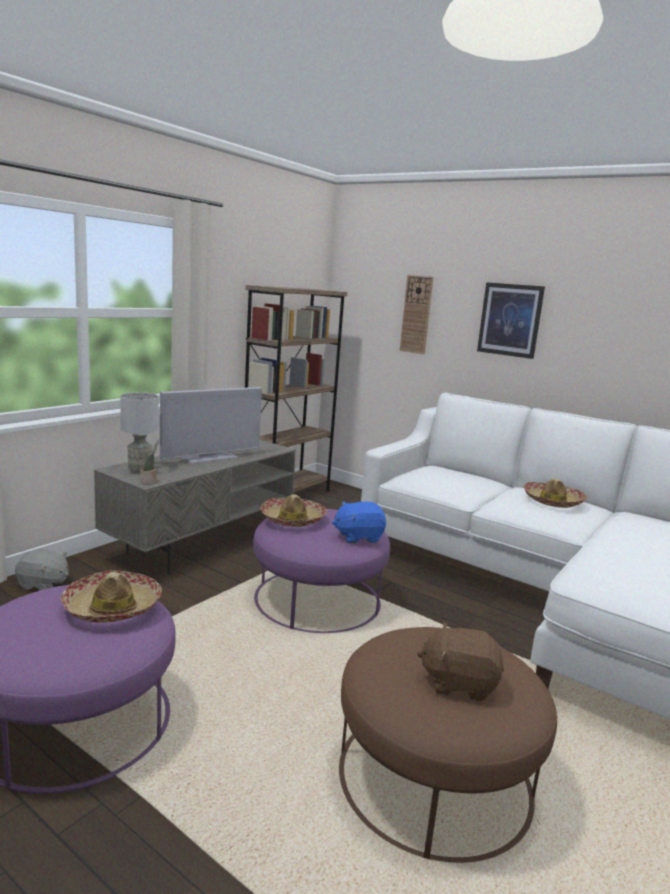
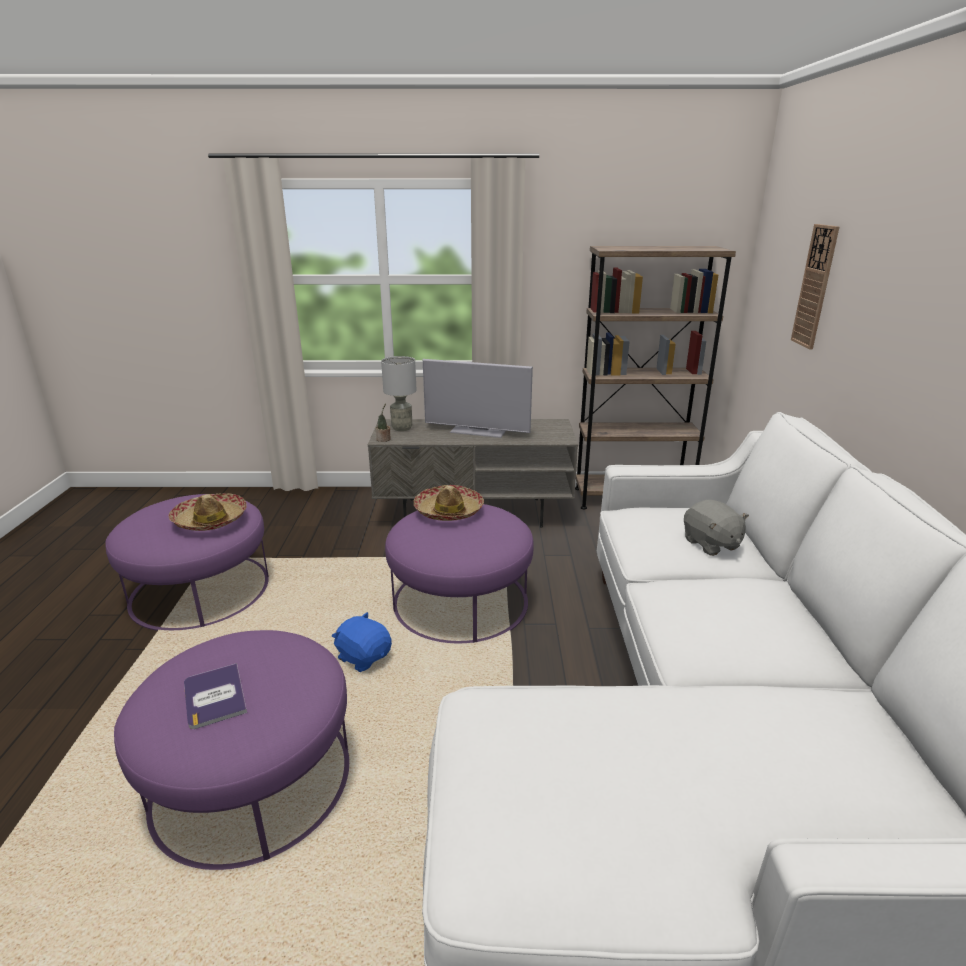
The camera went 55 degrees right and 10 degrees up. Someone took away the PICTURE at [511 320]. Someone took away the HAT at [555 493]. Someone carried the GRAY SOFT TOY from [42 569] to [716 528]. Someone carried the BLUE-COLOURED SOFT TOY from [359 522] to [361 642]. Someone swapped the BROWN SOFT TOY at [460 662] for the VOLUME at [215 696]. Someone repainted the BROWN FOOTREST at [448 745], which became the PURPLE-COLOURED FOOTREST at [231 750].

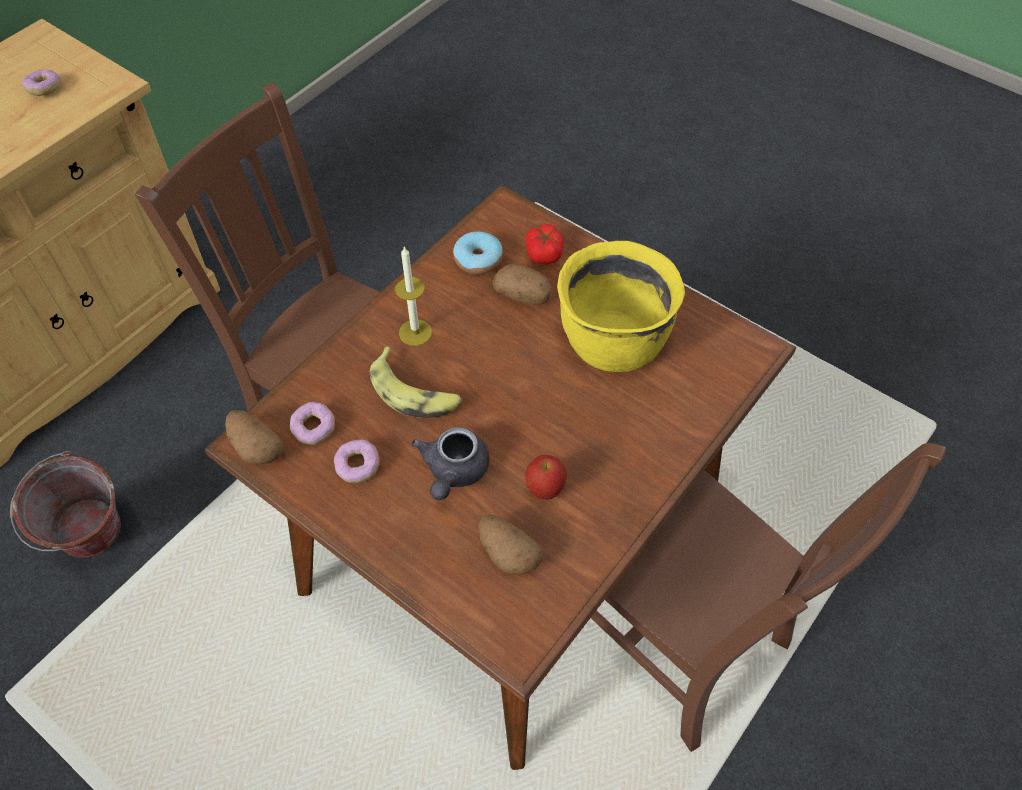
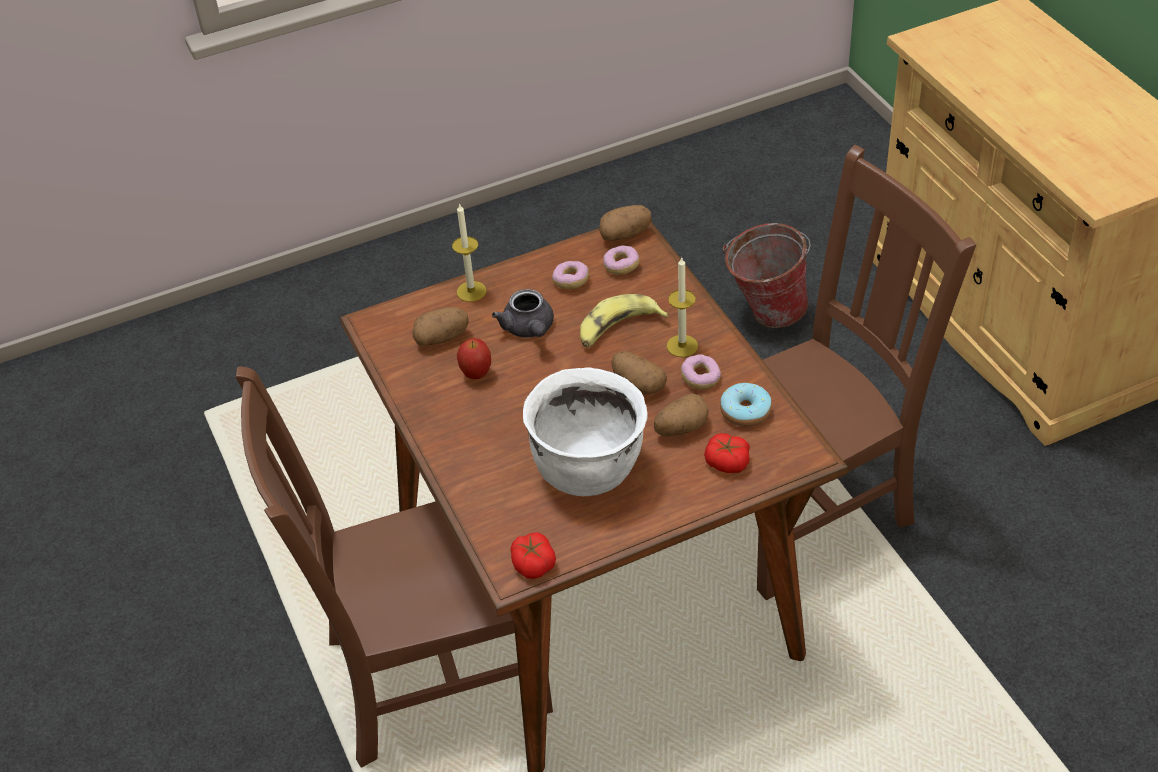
The camera went 120 degrees right and 10 degrees down. Someone put down the WAX LIGHT at [469 252]. Someone put down the TOMATO at [533 555]. Someone put down the SPUD at [639 373]. Someone carried the DOUGHNUT from [41 83] to [701 371]. Someone repainted the YELLOW-COLOURED STOCKPOT at [621 306], which became the WHITE STOCKPOT at [585 432]. Someone rotated the GRAY TEA POT at [450 463] by 150 degrees counterclockwise.

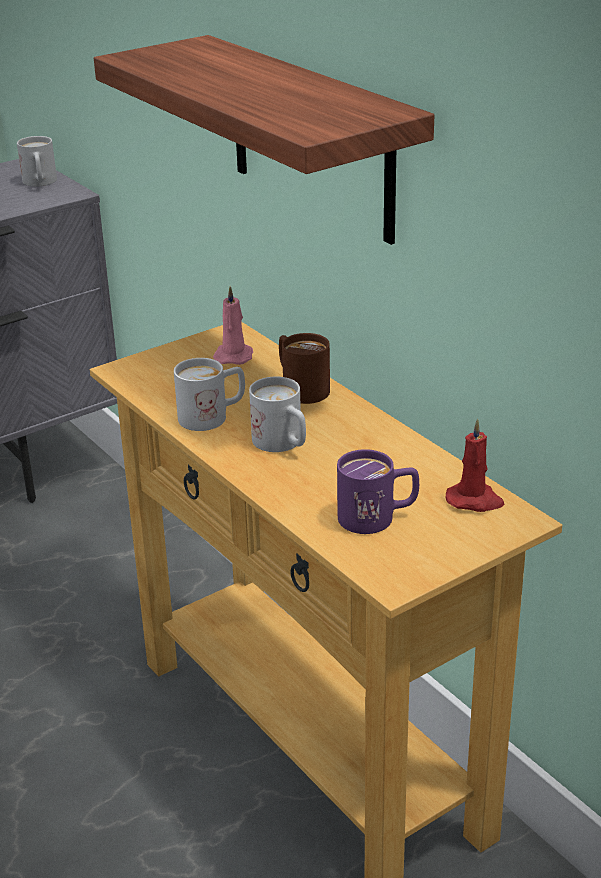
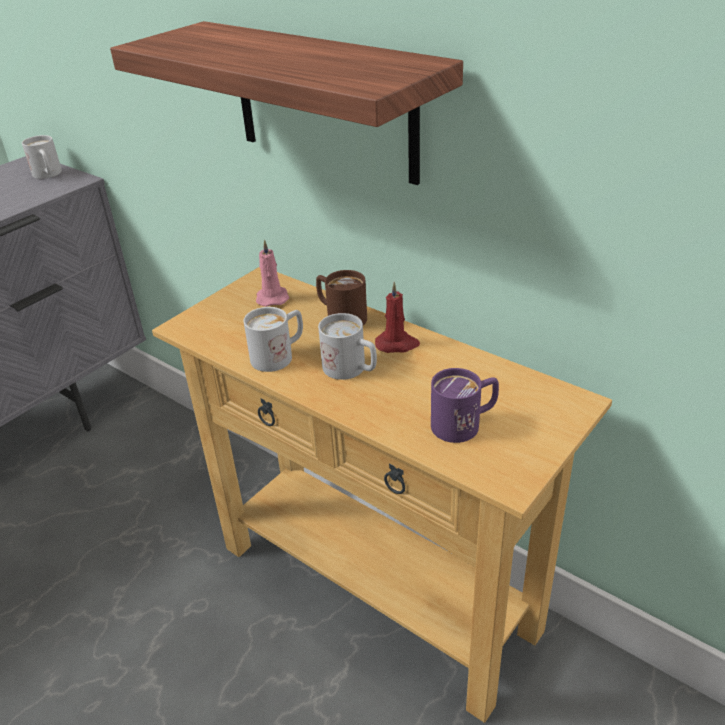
The camera went 15 degrees left and 5 degrees up. Someone carried the RED WAX LIGHT from [475 465] to [397 317].

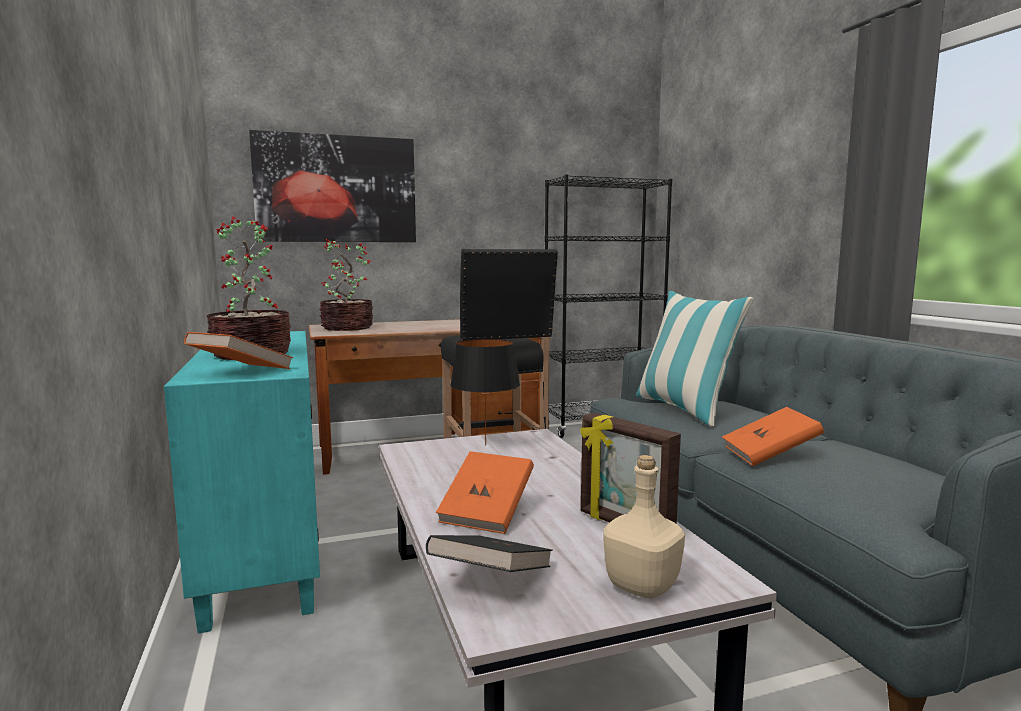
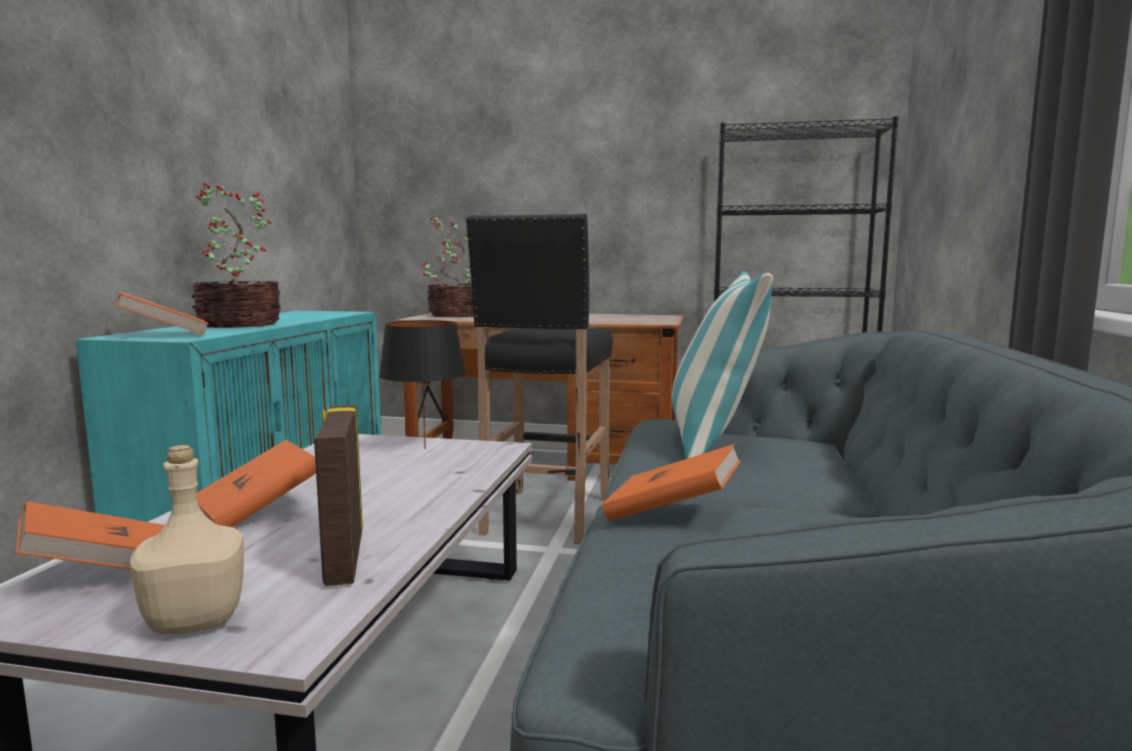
The camera went 30 degrees right and 0 degrees up. Someone took away the PICTURE at [332 186]. Someone repainted the BLACK VOLUME at [489 553], which became the ORANGE-COLOURED VOLUME at [90 535].

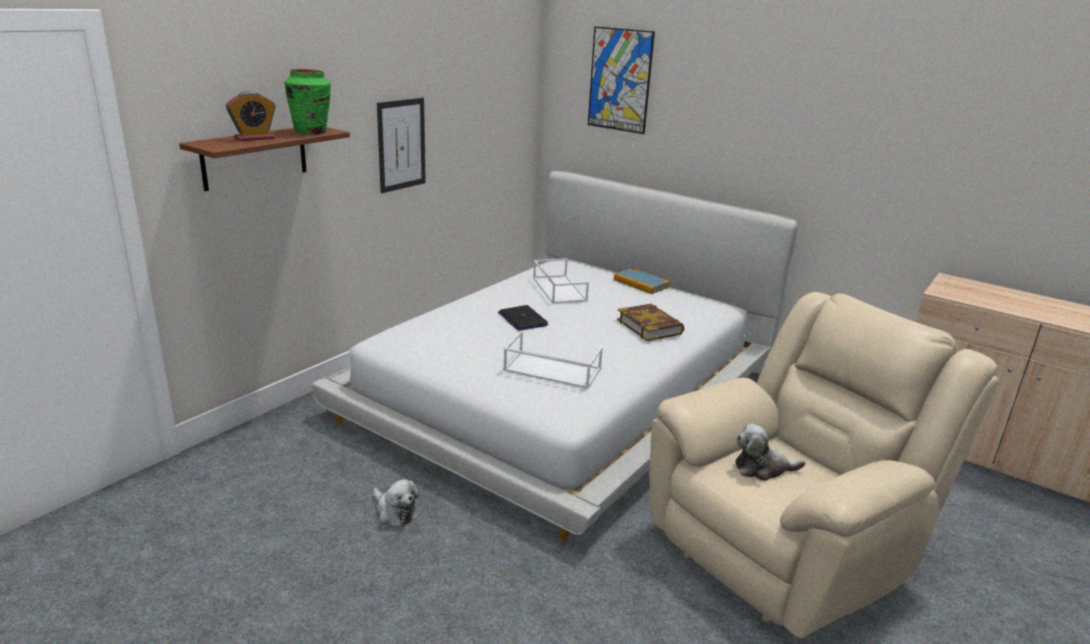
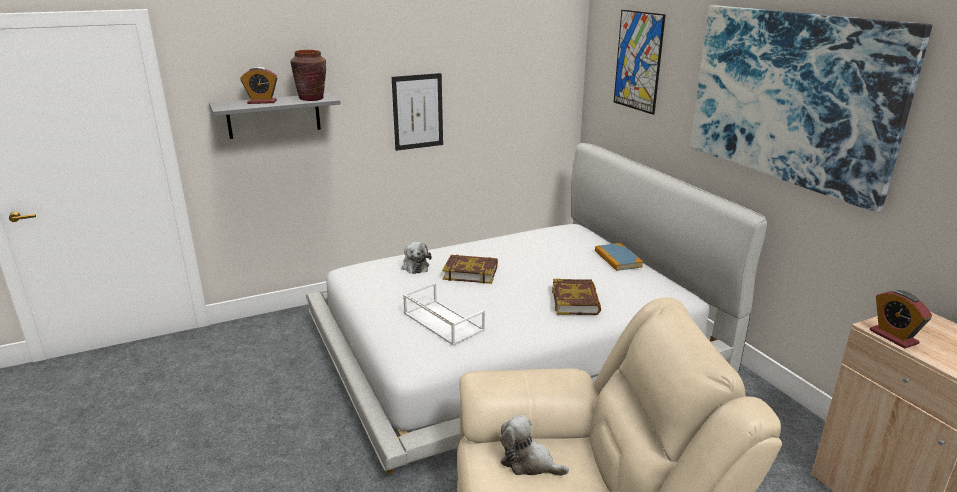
The camera went 30 degrees right and 0 degrees up. Someone took away the WHITE CARRYING TRAY at [561 281]. Someone put up the PICTURE at [811 109]. Someone put down the ALARM CLOCK at [901 319]. Someone carried the SOFT TOY from [396 502] to [417 258]. Someone swapped the NOTEBOOK COMPUTER at [523 318] for the VOLUME at [470 269]. Someone repainted the BROWN WALL SHELF at [264 159], which became the GRAY WALL SHELF at [275 116]. Someone repainted the GREENISH VASE at [307 101], which became the BROWN VASE at [308 75].

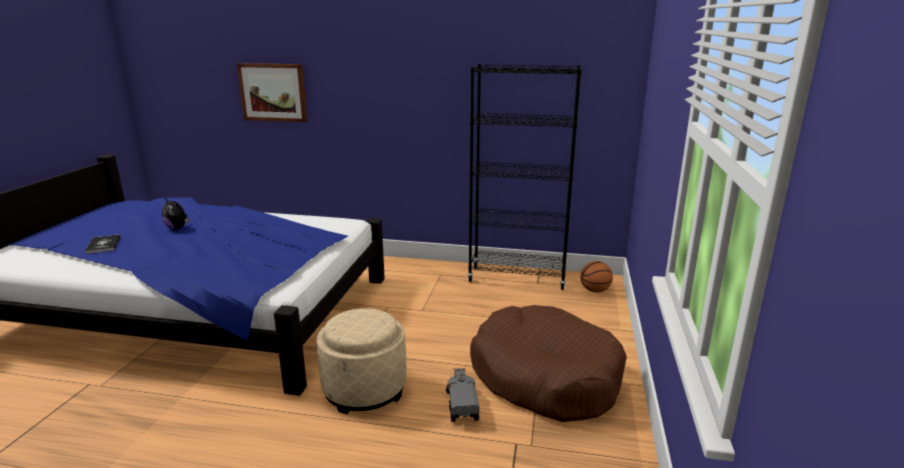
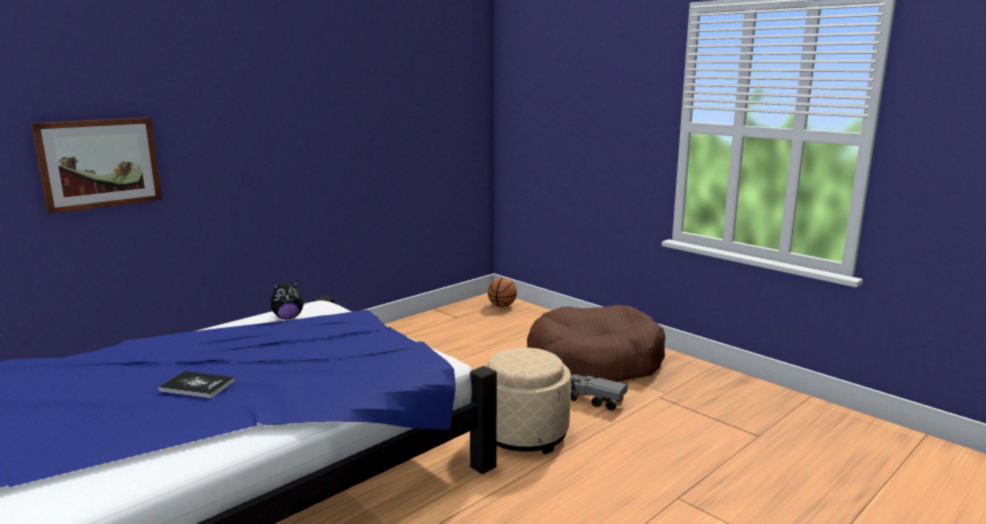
The camera went 55 degrees left and 5 degrees down. Someone took away the BLACK BOOKCASE at [524 177]. Someone carried the VOLUME from [103 244] to [196 384]. Someone carried the SOFT TOY from [176 213] to [288 299].

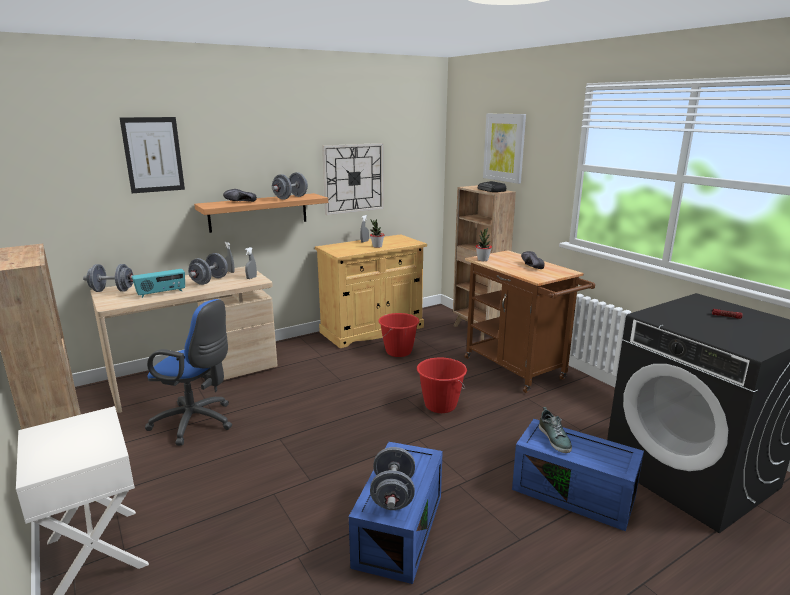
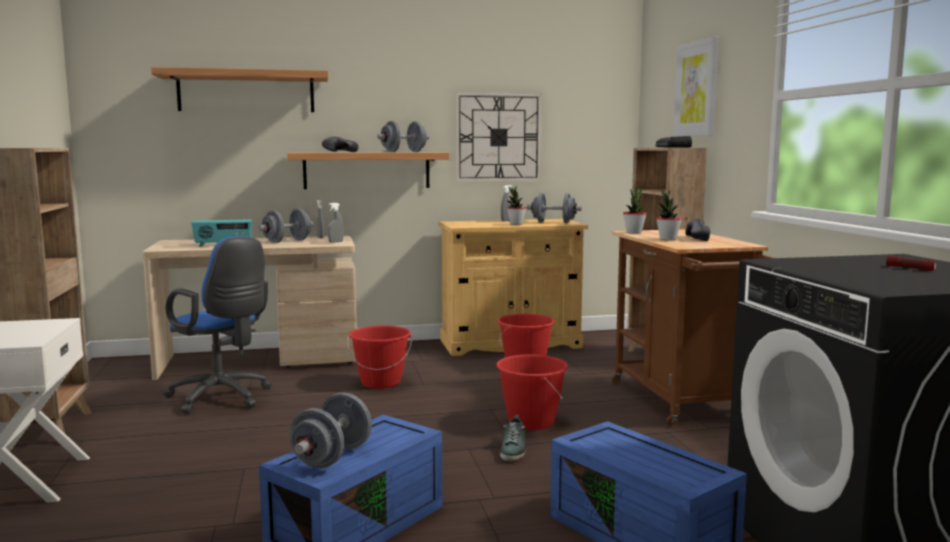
The camera went 20 degrees right and 10 degrees down. Someone put down the RED BUCKET at [379 357]. Someone put down the PLANT IN A POT at [669 215]. Someone carried the GRAY DUMBBELL from [108 278] to [554 208]. Someone carried the ITEM OF FOOTWEAR from [555 430] to [513 438]. Someone swapped the PICTURE at [152 155] for the WALL SHELF at [239 89].

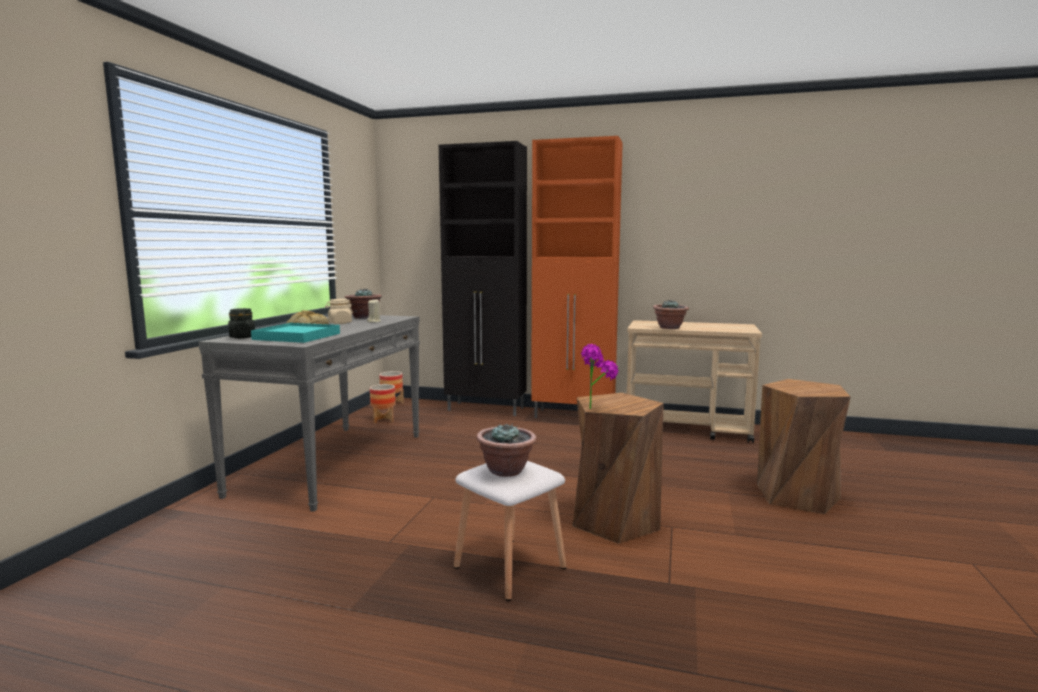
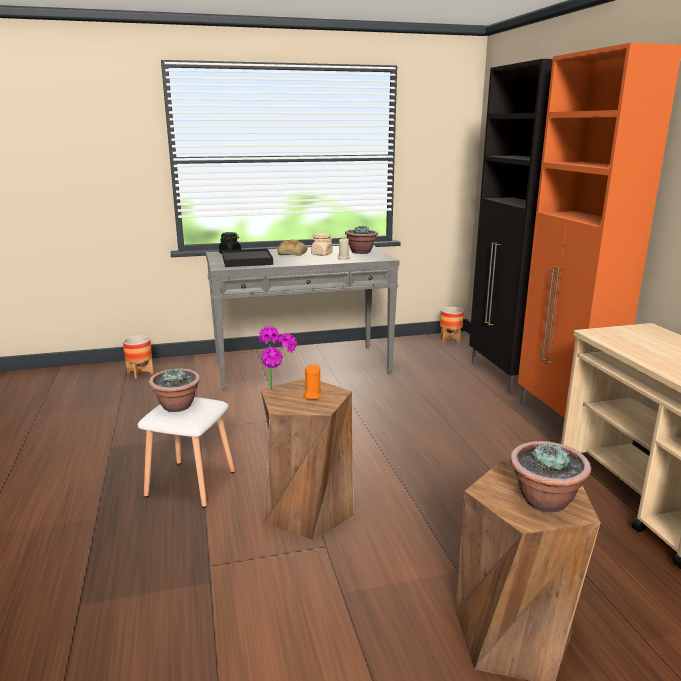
The camera went 60 degrees right and 10 degrees up. Someone put down the ORANGE-COLOURED WAX LIGHT at [312 381]. Someone carried the PLANTER from [383 403] to [138 357]. Someone carried the PLANT IN A POT from [671 314] to [550 476]. Someone repainted the TURQUOISE CARRYING TRAY at [295 333], which became the BLACK CARRYING TRAY at [247 258].

